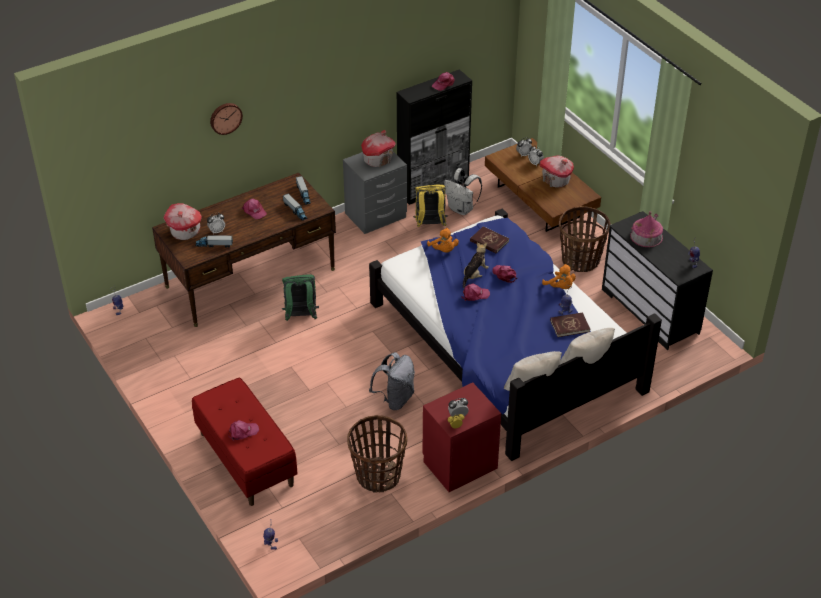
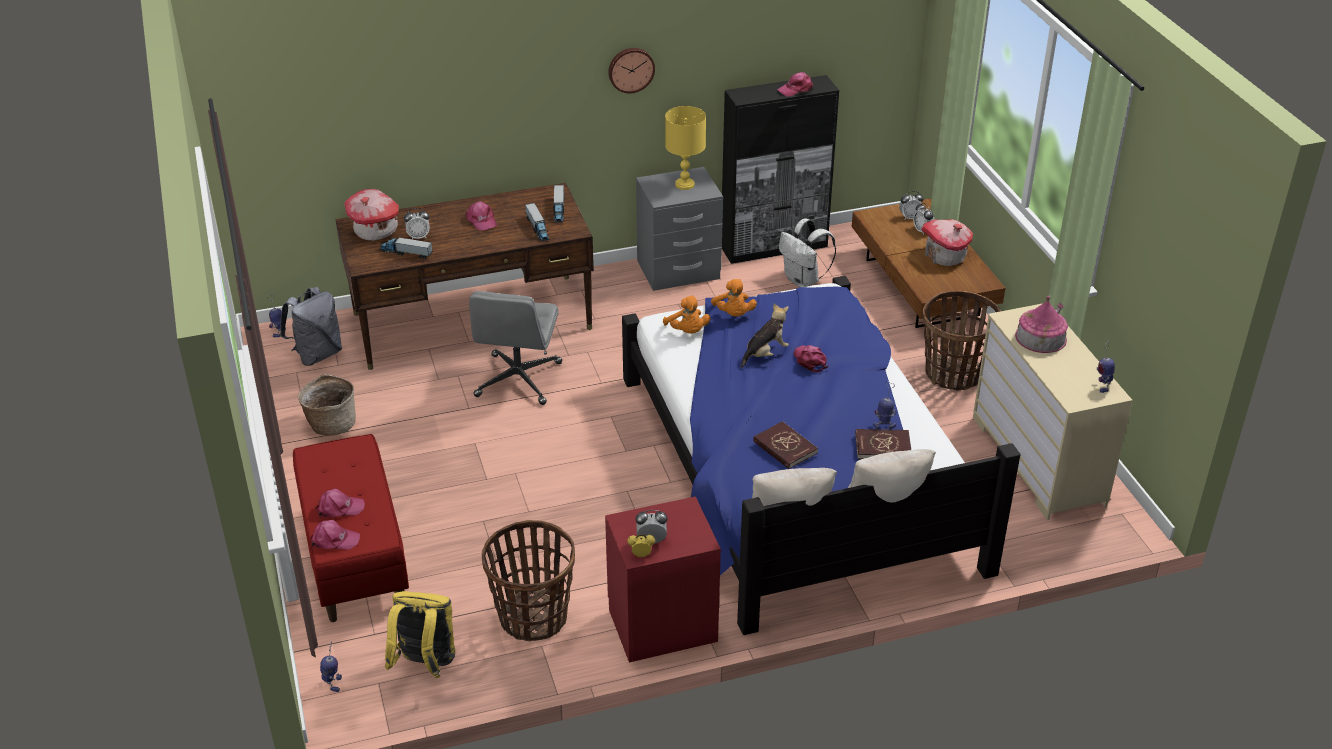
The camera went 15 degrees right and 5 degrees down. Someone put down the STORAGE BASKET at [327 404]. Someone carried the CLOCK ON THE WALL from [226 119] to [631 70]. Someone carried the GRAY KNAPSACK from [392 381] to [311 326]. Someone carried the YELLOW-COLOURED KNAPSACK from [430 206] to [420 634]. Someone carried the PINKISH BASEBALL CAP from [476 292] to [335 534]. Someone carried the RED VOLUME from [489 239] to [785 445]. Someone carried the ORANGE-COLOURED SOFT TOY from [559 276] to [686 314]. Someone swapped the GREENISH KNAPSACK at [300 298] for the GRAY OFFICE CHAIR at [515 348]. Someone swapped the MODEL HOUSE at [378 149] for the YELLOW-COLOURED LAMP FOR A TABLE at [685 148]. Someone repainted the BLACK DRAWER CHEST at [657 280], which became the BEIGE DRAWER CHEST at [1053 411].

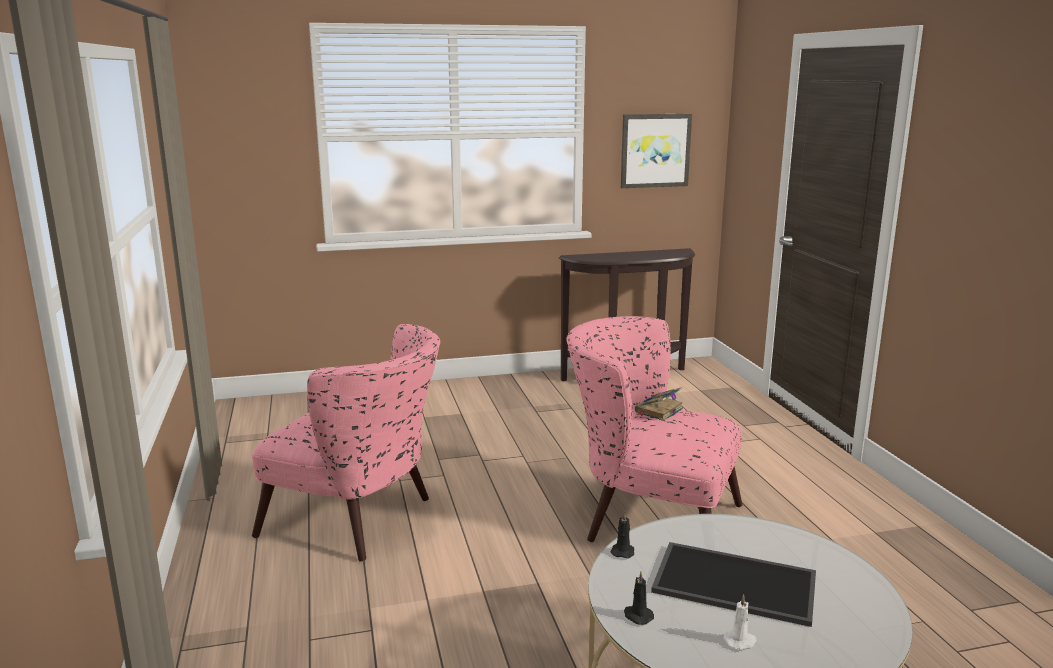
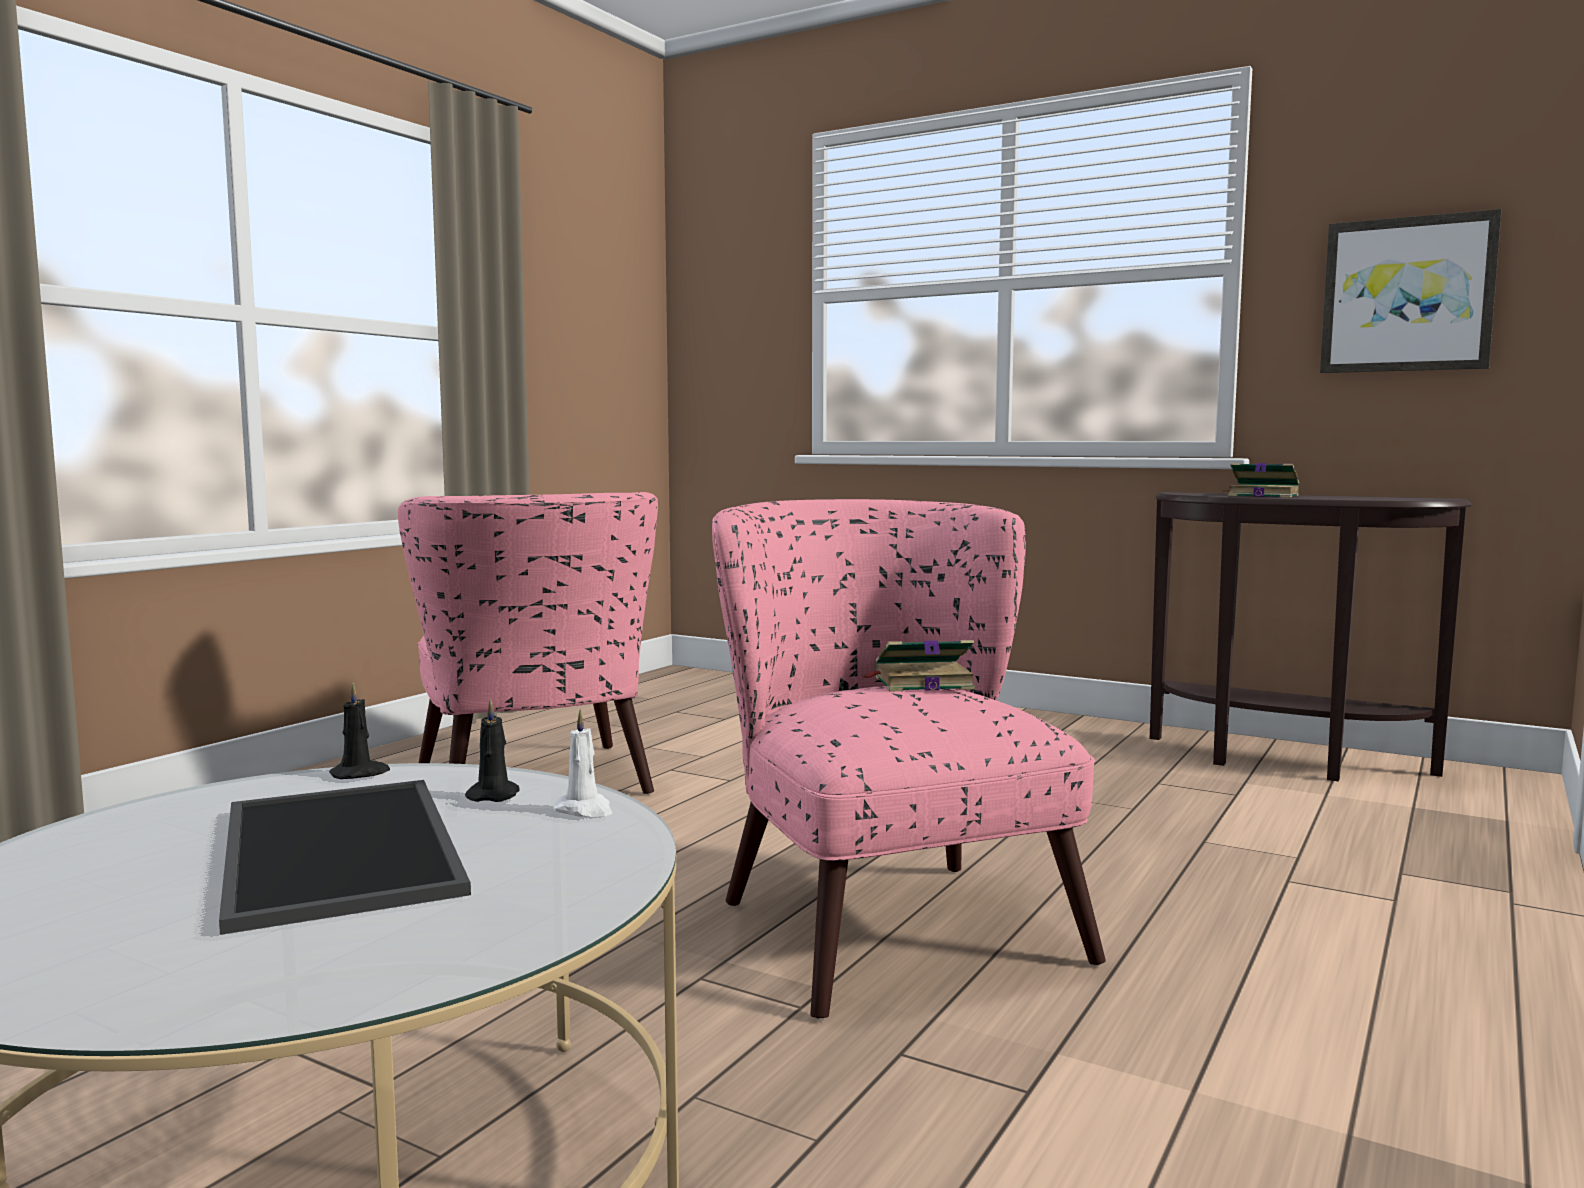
The camera went 45 degrees right and 10 degrees down. Someone put down the VOLUME at [1262 480]. Someone carried the BLACK WAX LIGHT from [639 598] to [492 750]. Someone carried the WHITE WAX LIGHT from [740 622] to [582 763].

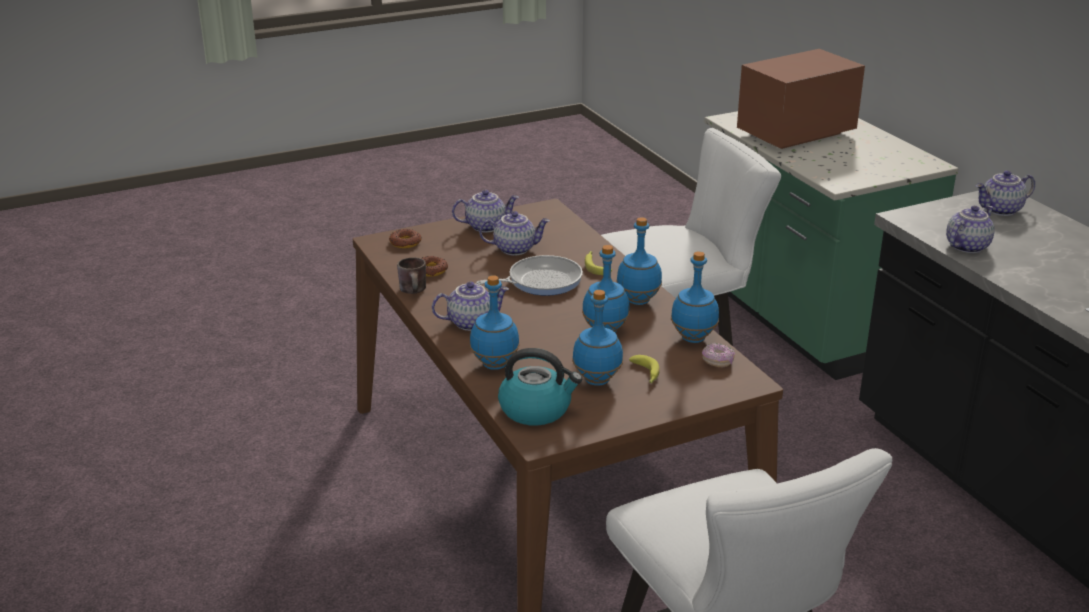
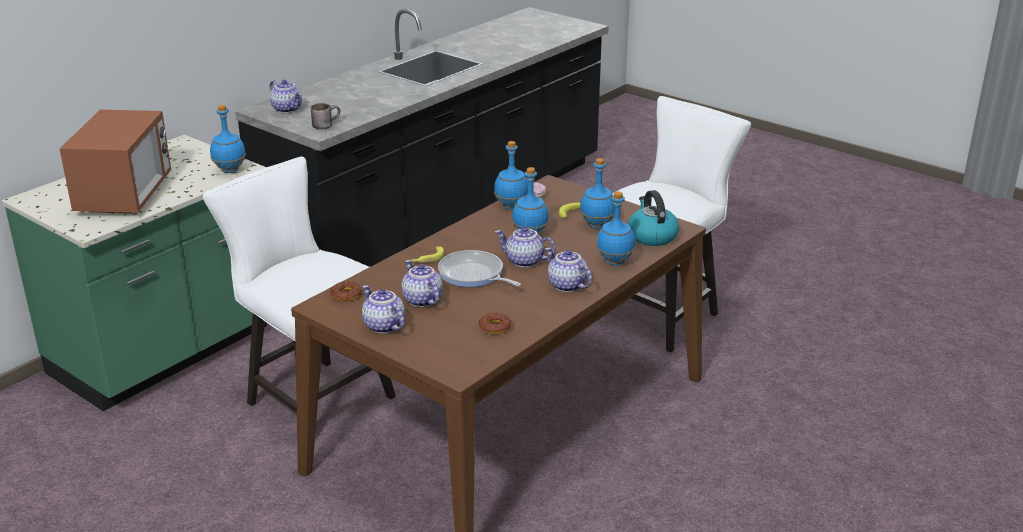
The camera went 115 degrees left and 0 degrees up. Someone carried the DOUGHNUT from [405 238] to [346 291]. Someone carried the BROWN COFFEE MUG from [411 275] to [325 116]. Someone carried the BLUE-COLOURED BEVERAGE BOTTLE from [639 261] to [228 139]. Someone carried the TEA POT from [970 229] to [525 247]. Someone rotated the MICROWAVE OVEN at [801 99] by 120 degrees counterclockwise.

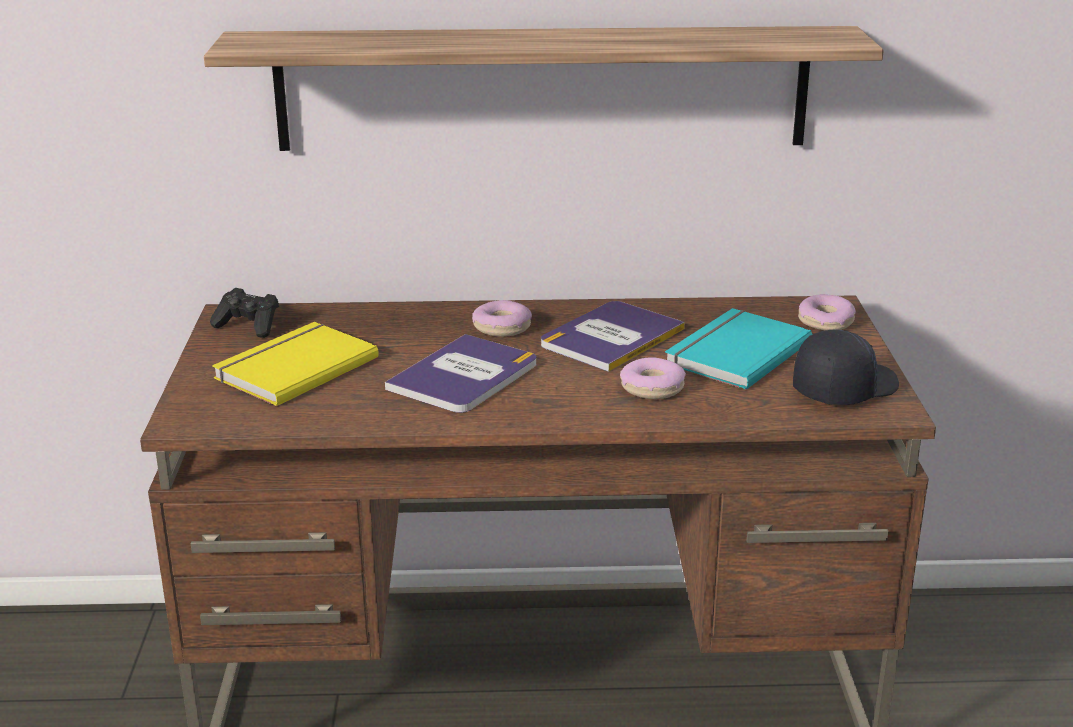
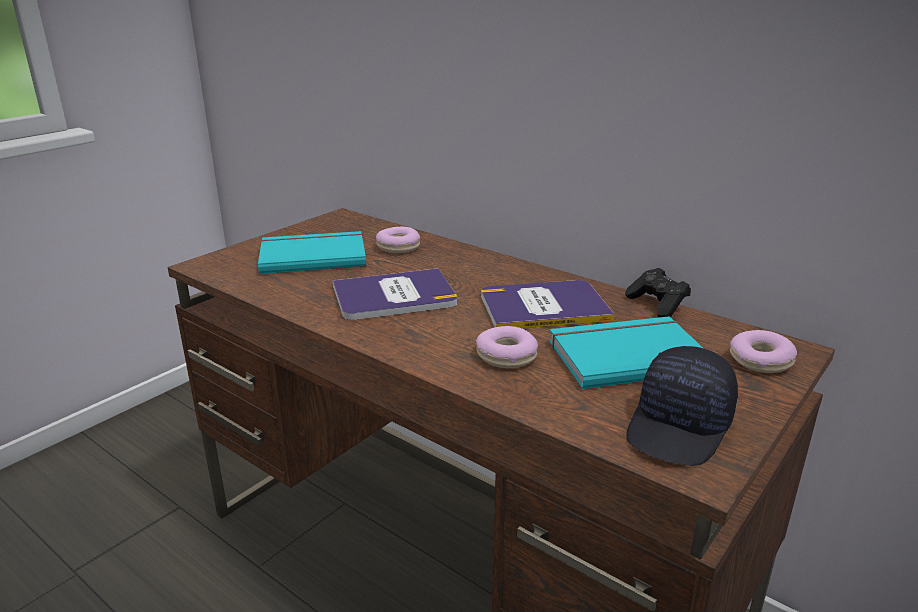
The camera went 40 degrees right and 0 degrees up. Someone took away the WALL SHELF at [544 88]. Someone carried the BLACK GAME CONTROLLER from [244 313] to [658 292]. Someone carried the DOUGHNUT from [502 318] to [398 240]. Someone repainted the YELLOW-COLOURED VOLUME at [295 364], which became the TURQUOISE VOLUME at [312 252]. Someone rotated the BLACK BASEBALL CAP at [846 367] by 120 degrees clockwise.

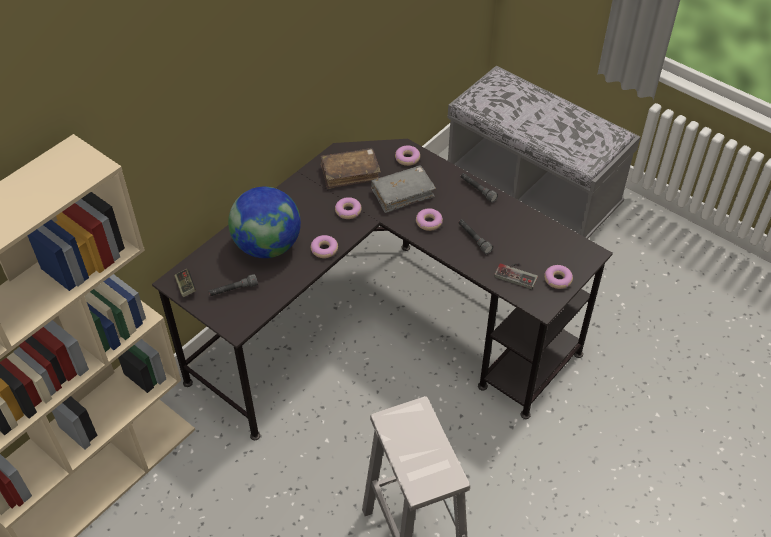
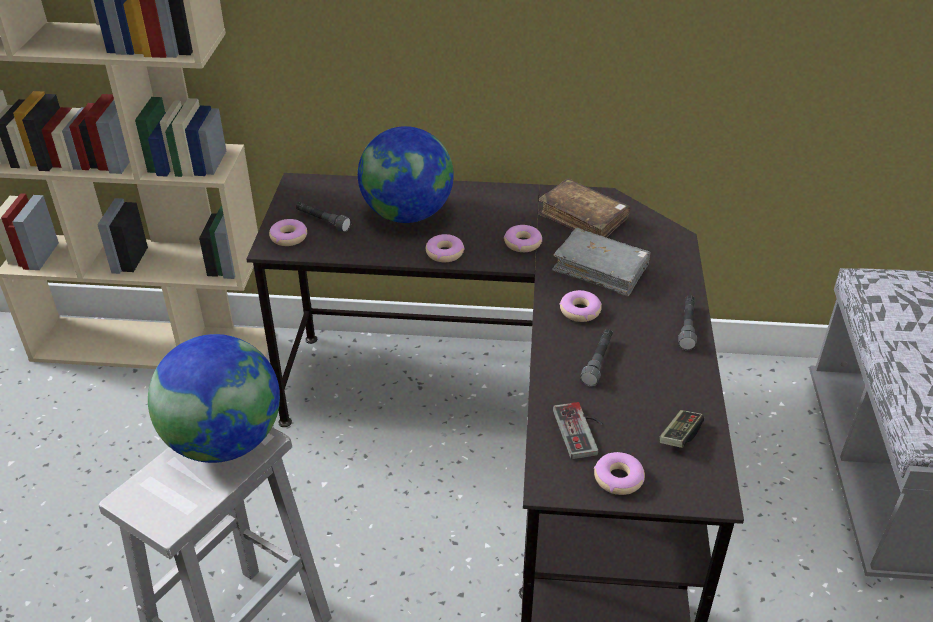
The camera went 55 degrees right and 10 degrees down. Someone put down the GLOBE at [214 398]. Someone carried the GAME CONTROLLER from [185 283] to [681 429]. Someone carried the DOUGHNUT from [407 155] to [288 232].

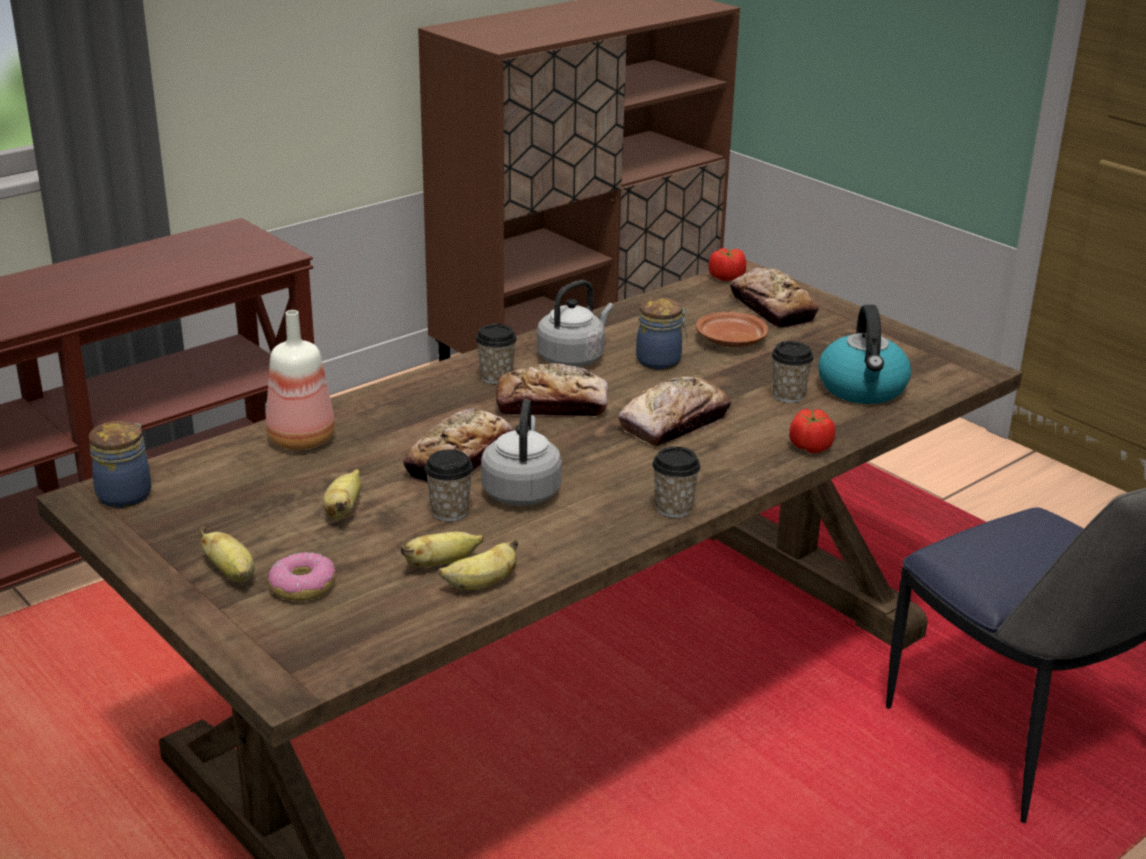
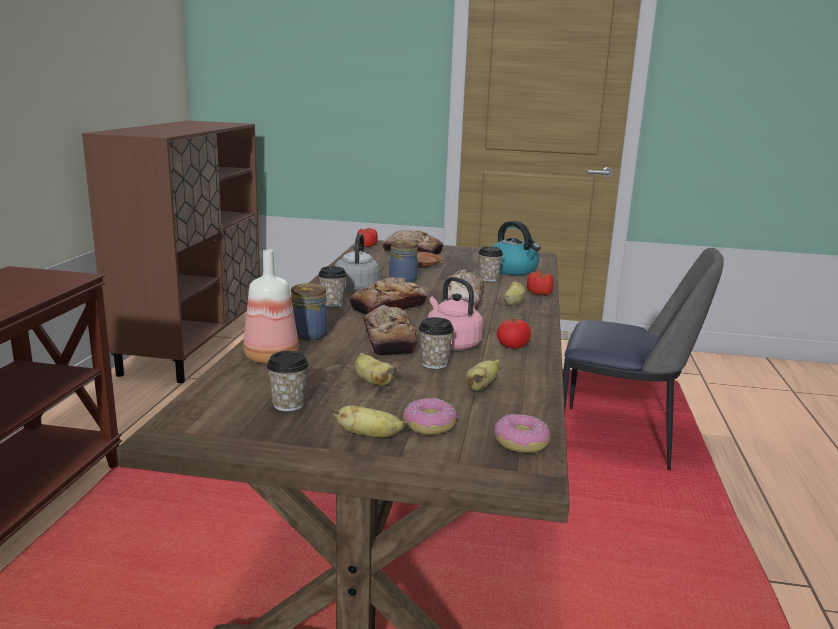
The camera went 40 degrees left and 10 degrees down. Someone put down the DOUGHNUT at [522 433]. Someone put down the TOMATO at [514 333]. Someone carried the JAR from [120 464] to [309 311]. Someone carried the WHOLE BANANA from [478 564] to [514 292]. Someone carried the DRINKING CUP from [676 482] to [288 381]. Someone repainted the GRAY KETTLE at [521 452], which became the PINKISH KETTLE at [455 313].

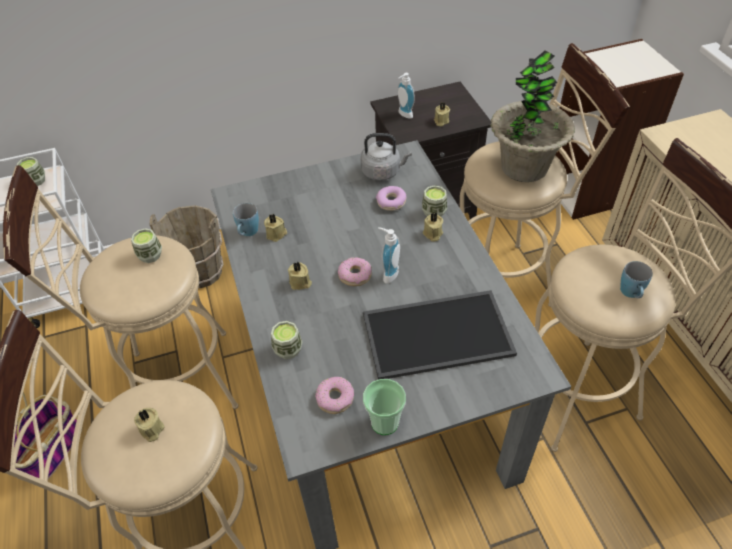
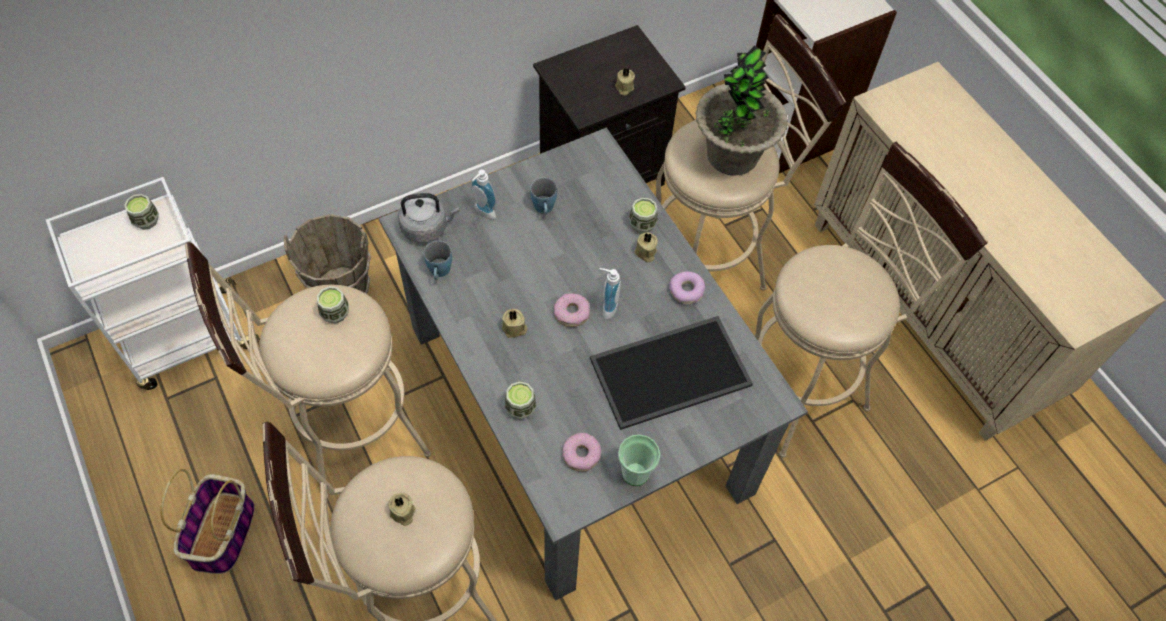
The camera went 15 degrees left and 10 degrees up. Someone took away the BEIGE WAX LIGHT at [275 228]. Someone carried the GRAY KETTLE from [386 156] to [428 218]. Someone carried the DOUGHNUT from [391 198] to [687 287]. Someone carried the SOAP BOTTLE from [406 96] to [484 194]. Someone carried the BLUE-COLOURED COFFEE MUG from [636 279] to [543 196].

